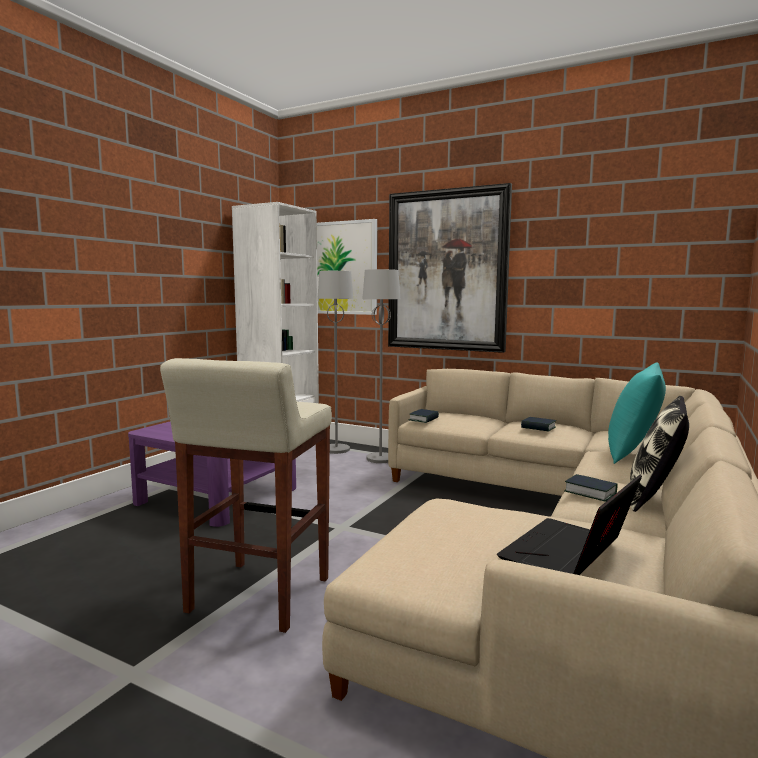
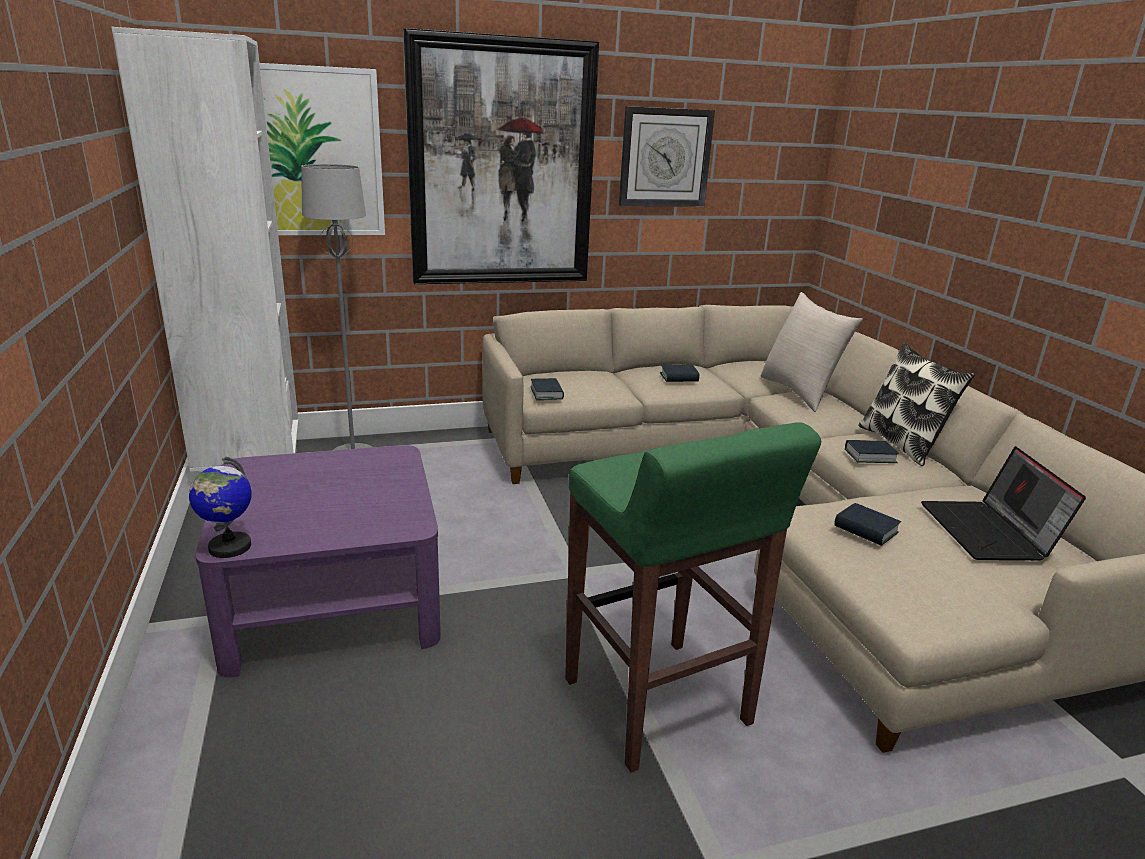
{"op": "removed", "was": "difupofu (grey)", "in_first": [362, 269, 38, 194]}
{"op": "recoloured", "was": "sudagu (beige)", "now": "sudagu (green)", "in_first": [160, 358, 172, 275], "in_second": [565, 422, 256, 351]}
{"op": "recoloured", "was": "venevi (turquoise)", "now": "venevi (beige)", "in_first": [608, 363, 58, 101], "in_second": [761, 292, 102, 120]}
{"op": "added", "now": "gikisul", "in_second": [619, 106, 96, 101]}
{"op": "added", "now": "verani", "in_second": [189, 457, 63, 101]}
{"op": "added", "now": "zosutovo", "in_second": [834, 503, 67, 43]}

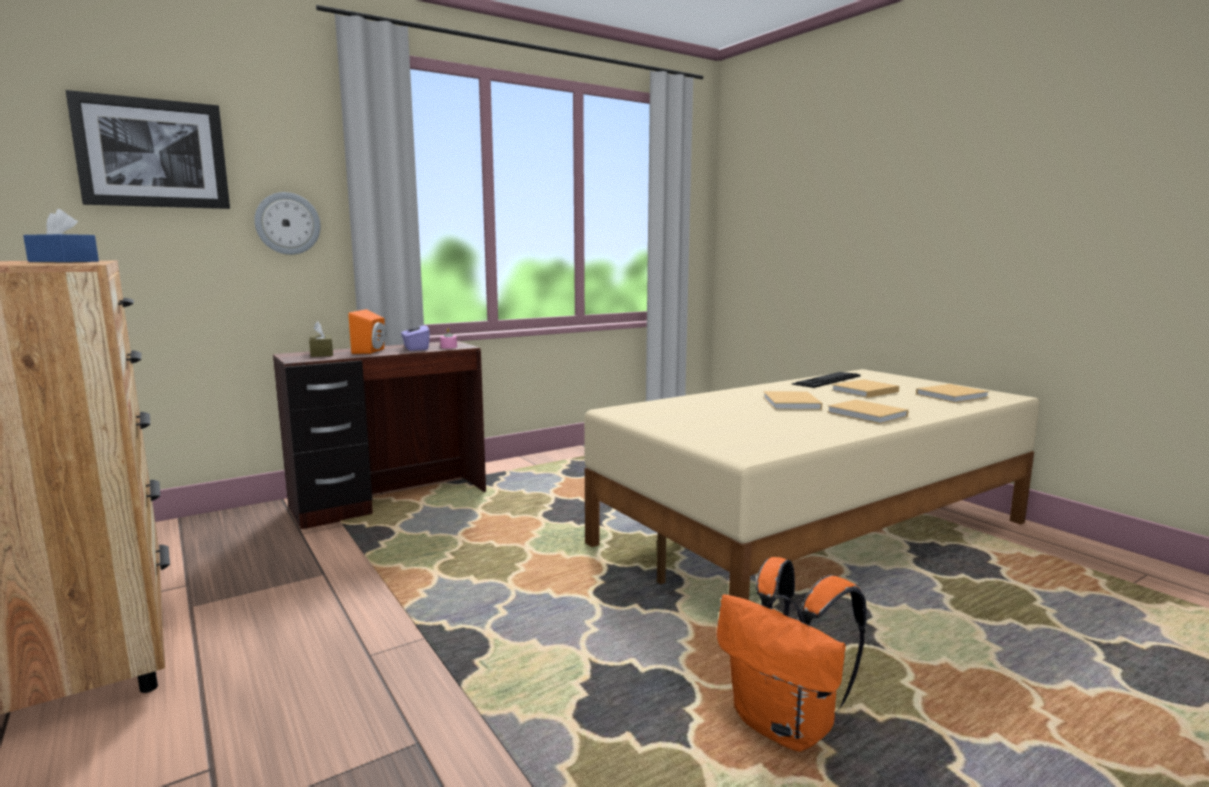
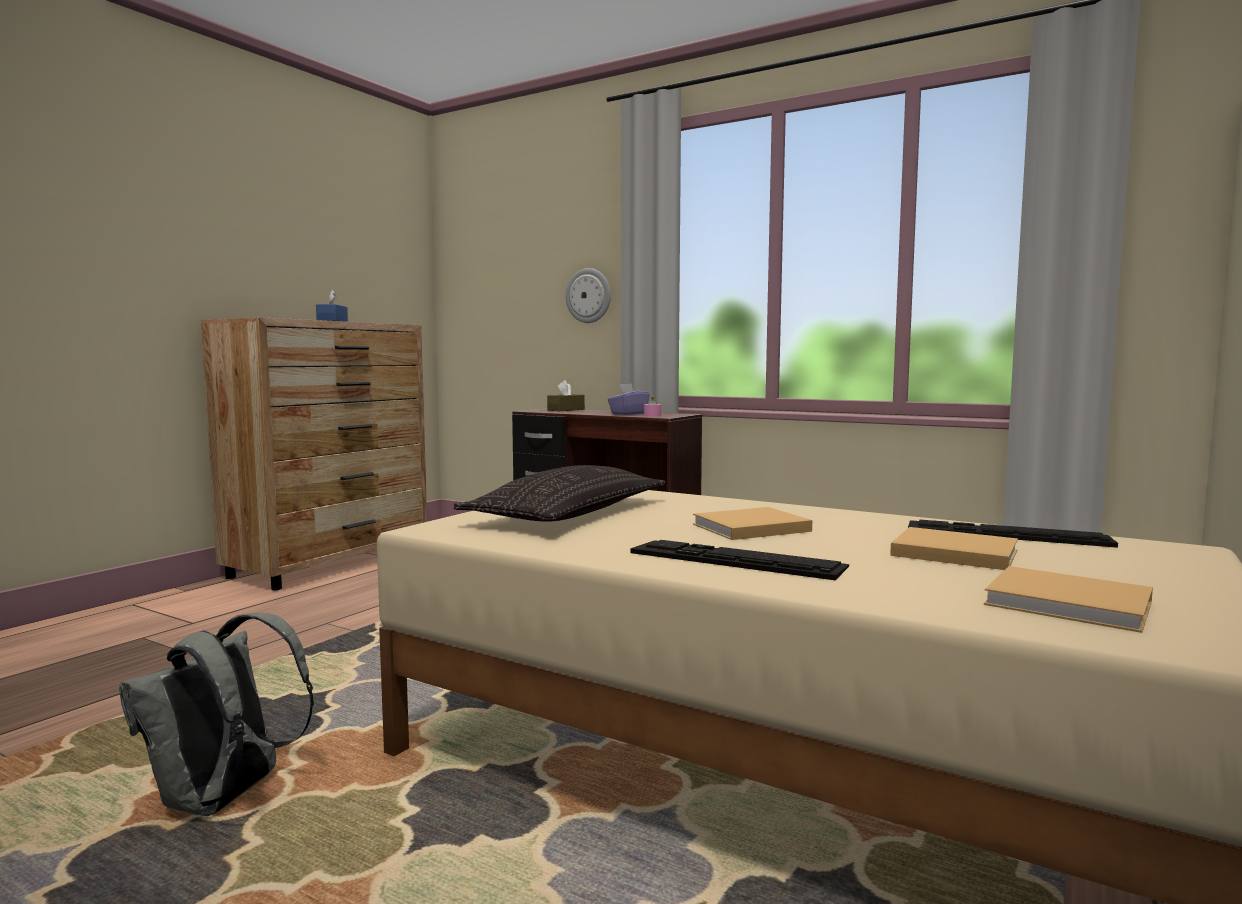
{"op": "removed", "was": "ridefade", "in_first": [65, 90, 165, 119]}
{"op": "removed", "was": "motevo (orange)", "in_first": [348, 309, 37, 45]}
{"op": "replaced", "was": "zosutovo (beige)", "now": "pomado", "in_first": [827, 400, 82, 24], "in_second": [630, 540, 219, 40]}
{"op": "recoloured", "was": "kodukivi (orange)", "now": "kodukivi (grey)", "in_first": [717, 557, 150, 195], "in_second": [119, 613, 195, 203]}
{"op": "added", "now": "venevi", "in_second": [454, 465, 212, 57]}

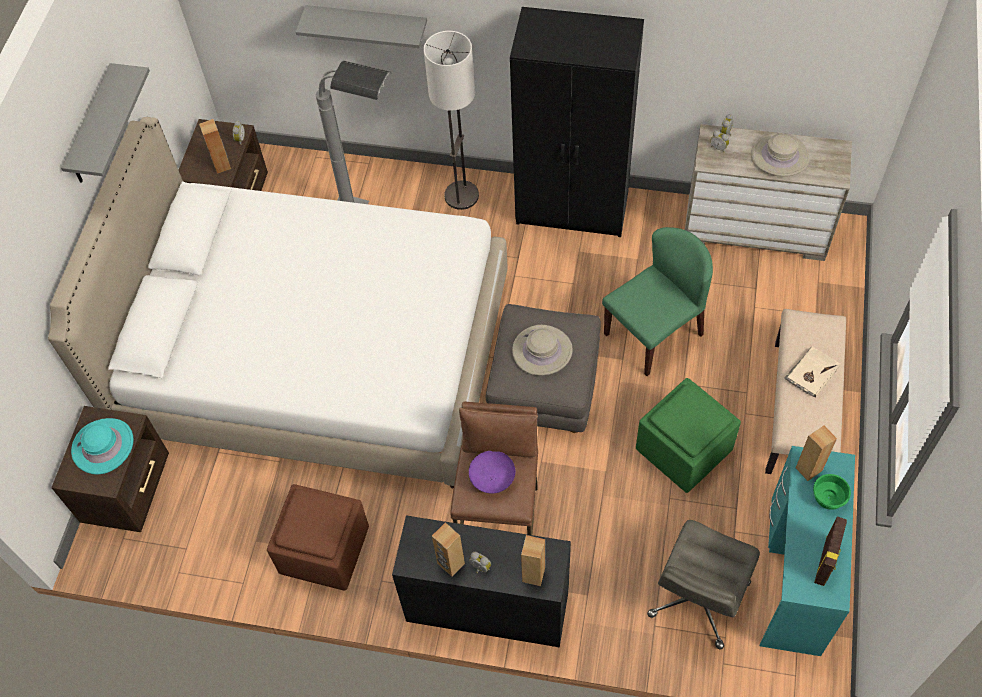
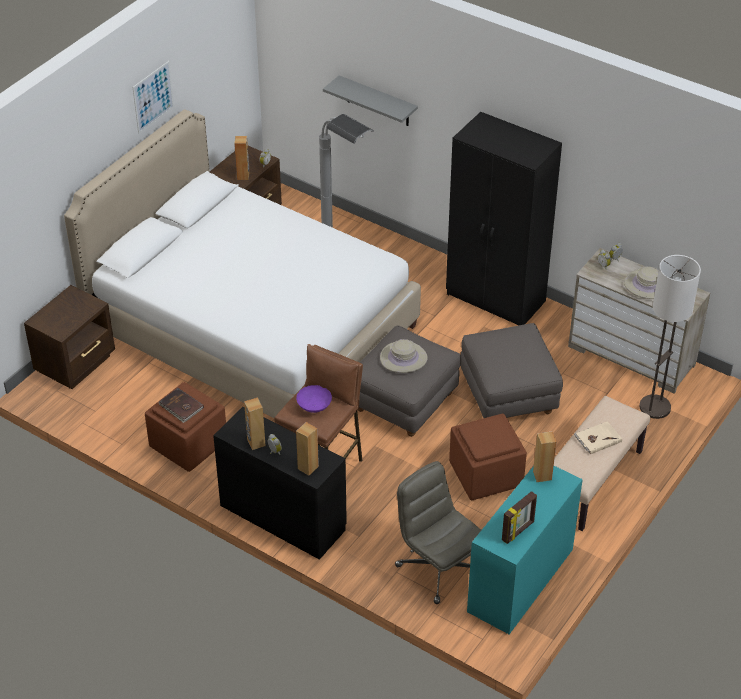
{"op": "moved", "was": "difupofu", "in_first": [424, 31, 55, 179], "in_second": [639, 255, 62, 164]}
{"op": "replaced", "was": "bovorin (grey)", "now": "ridefade", "in_first": [61, 63, 89, 120], "in_second": [133, 61, 41, 72]}
{"op": "replaced", "was": "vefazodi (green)", "now": "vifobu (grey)", "in_first": [602, 227, 111, 149], "in_second": [461, 323, 102, 95]}
{"op": "recoloured", "was": "vifobu (green)", "now": "vifobu (brown)", "in_first": [636, 378, 105, 115], "in_second": [449, 414, 78, 86]}
{"op": "removed", "was": "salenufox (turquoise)", "in_first": [71, 418, 63, 56]}
{"op": "removed", "was": "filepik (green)", "in_first": [813, 474, 38, 36]}
{"op": "turned", "was": "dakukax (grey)", "in_first": [647, 520, 113, 130], "in_second": [395, 461, 86, 143], "clockwise": 90}
{"op": "added", "now": "zosutovo (brown)", "in_second": [159, 388, 45, 35]}

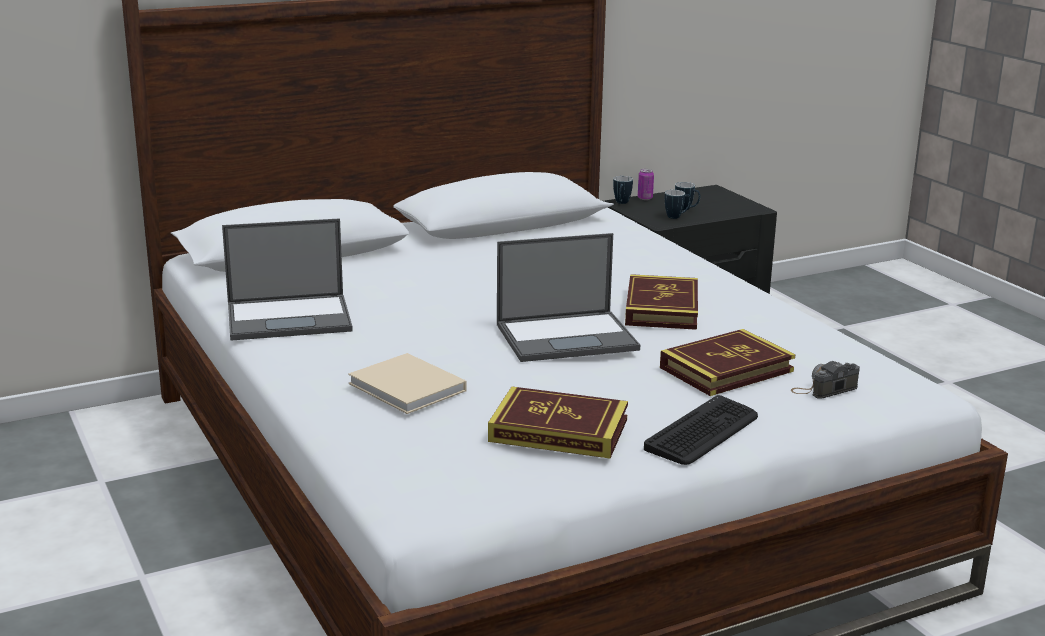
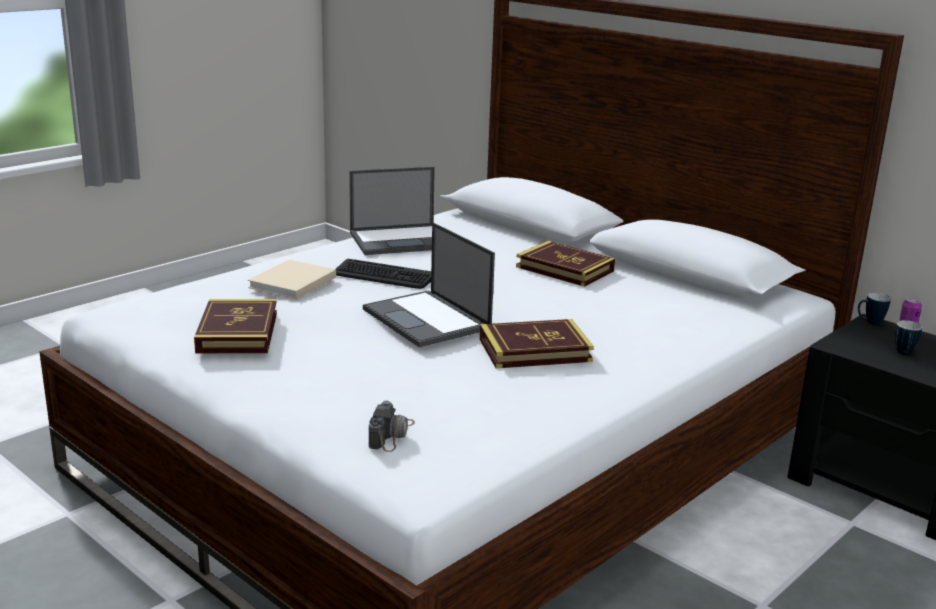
{"op": "removed", "was": "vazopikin", "in_first": [665, 190, 26, 29]}
{"op": "turned", "was": "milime", "in_first": [222, 218, 131, 123], "in_second": [349, 167, 86, 88], "clockwise": -75}
{"op": "moved", "was": "zosutovo", "in_first": [660, 329, 135, 67], "in_second": [516, 241, 99, 46]}
{"op": "turned", "was": "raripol", "in_first": [791, 361, 69, 38], "in_second": [368, 401, 47, 51], "clockwise": 60}
{"op": "moved", "was": "pomado", "in_first": [644, 395, 114, 70], "in_second": [336, 259, 95, 30]}

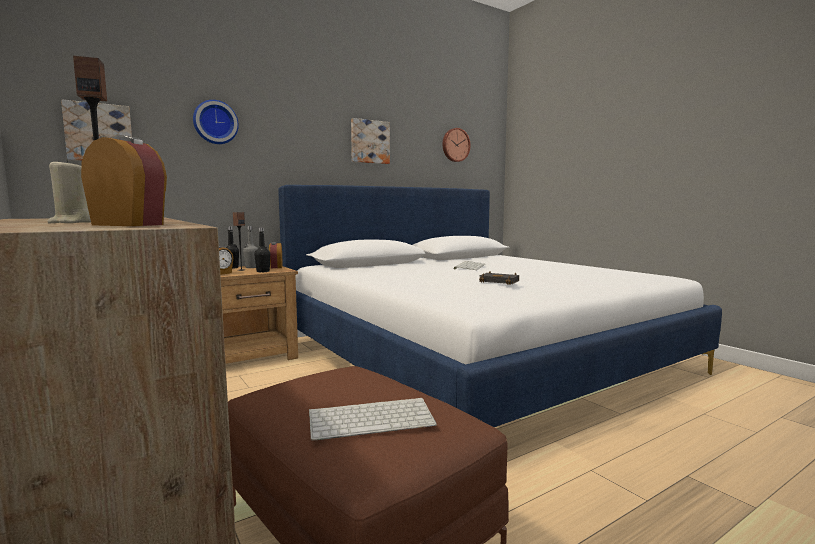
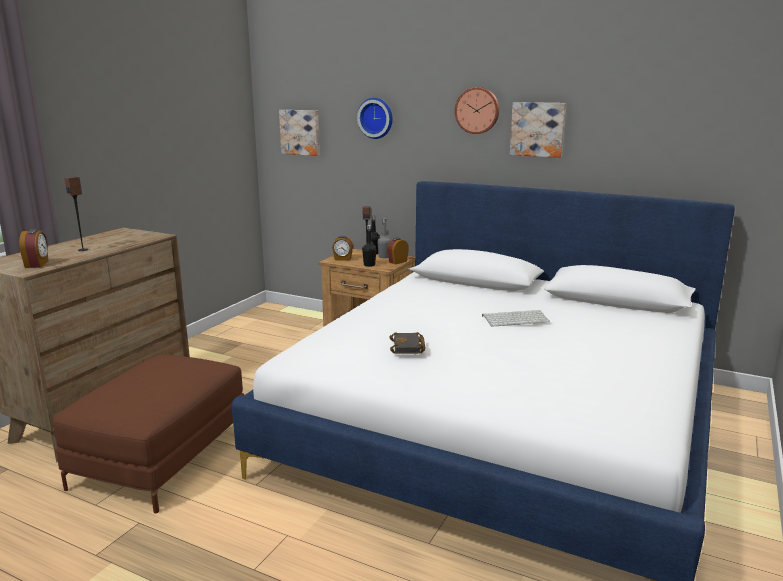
{"op": "moved", "was": "gikisul", "in_first": [442, 128, 29, 34], "in_second": [455, 87, 44, 47]}
{"op": "removed", "was": "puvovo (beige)", "in_first": [47, 158, 44, 66]}
{"op": "removed", "was": "pomado", "in_first": [309, 398, 128, 43]}

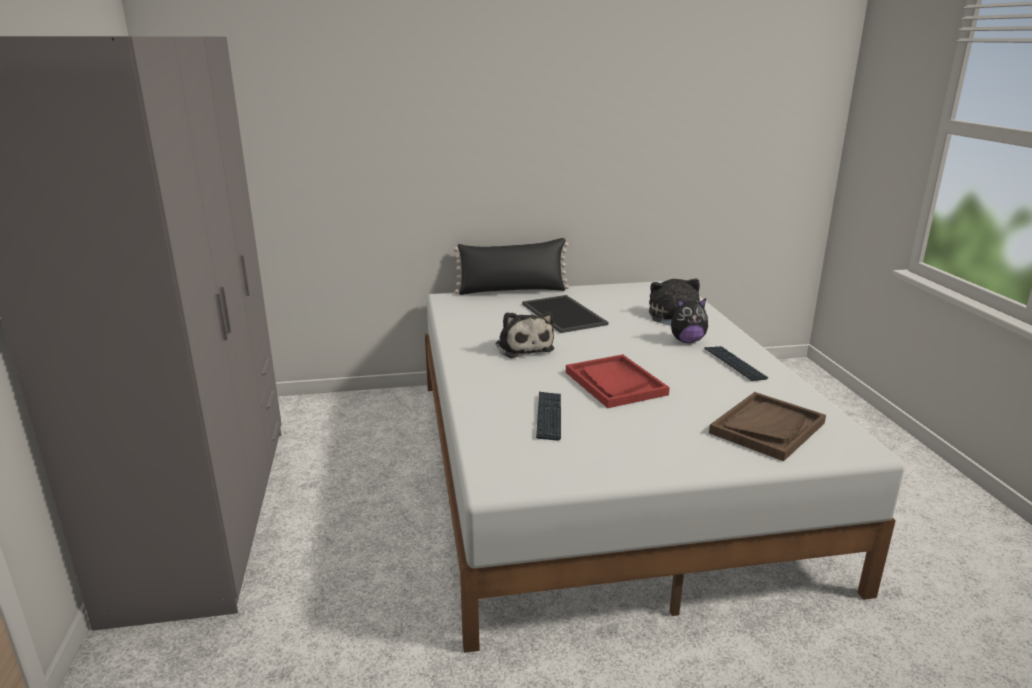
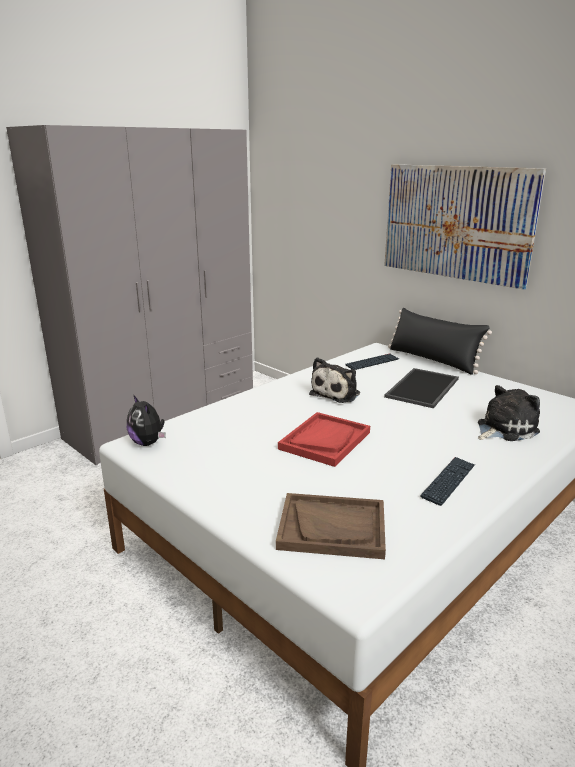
{"op": "moved", "was": "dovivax", "in_first": [671, 298, 37, 45], "in_second": [127, 396, 39, 50]}
{"op": "moved", "was": "pomado", "in_first": [536, 392, 25, 49], "in_second": [345, 354, 54, 16]}
{"op": "added", "now": "ridefade", "in_second": [384, 164, 162, 126]}

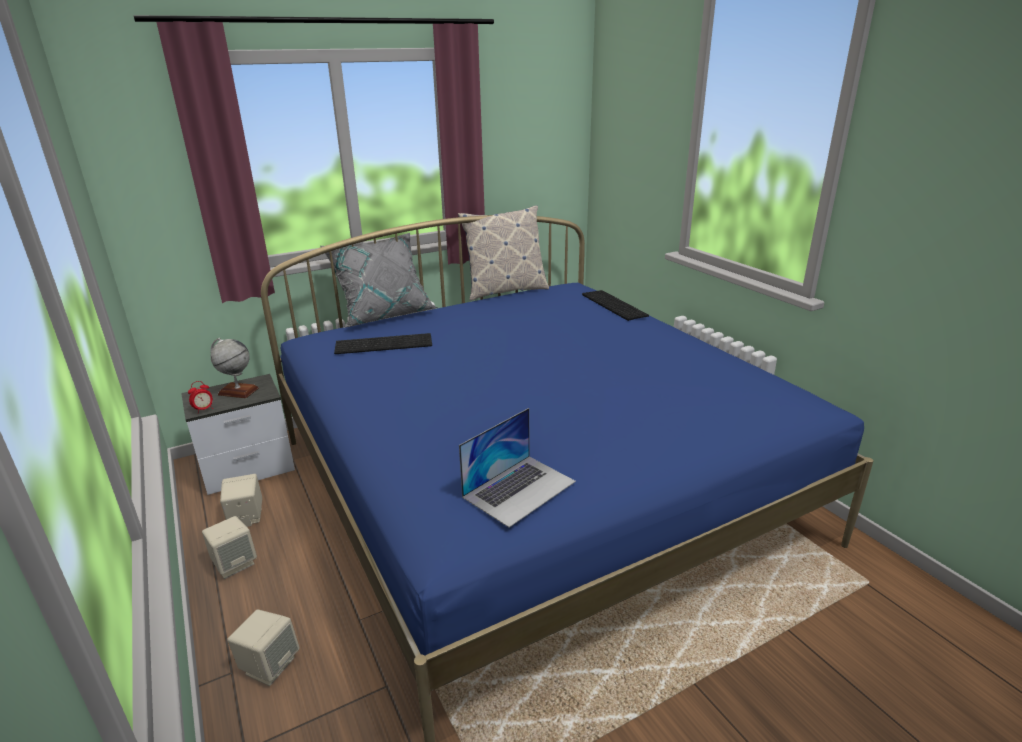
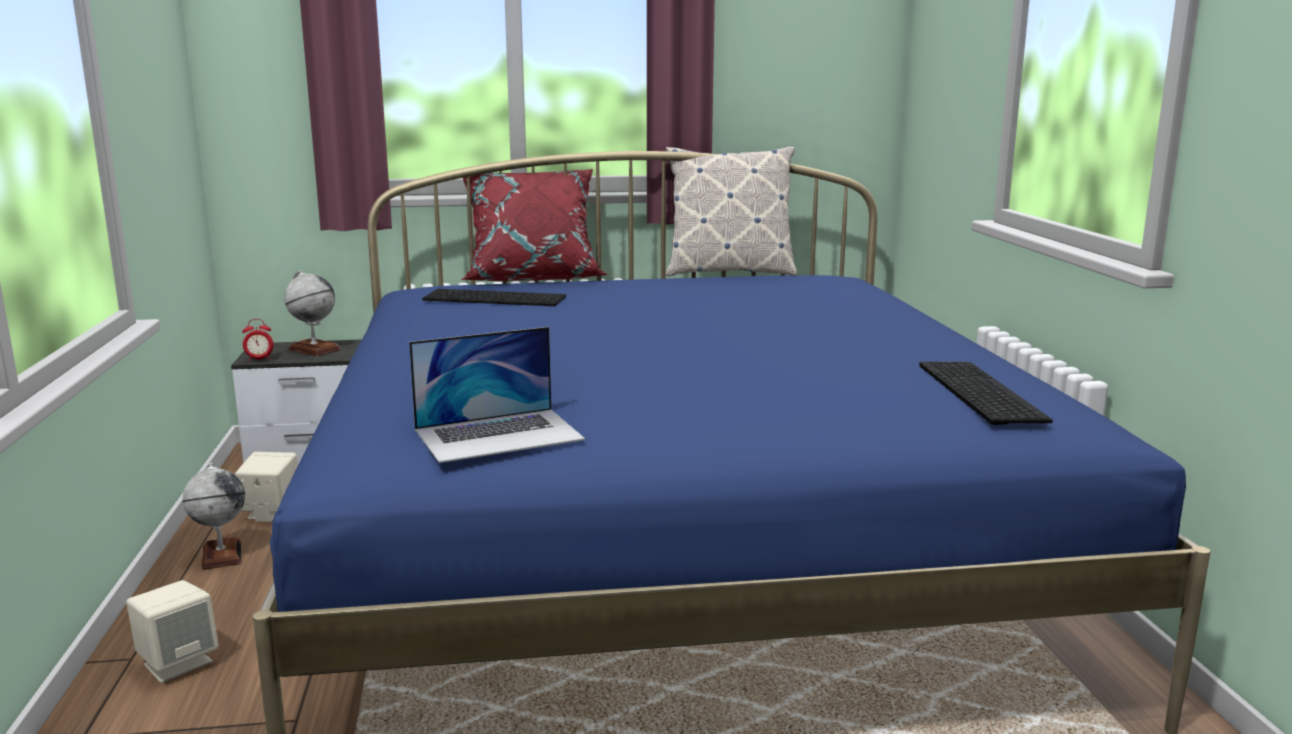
{"op": "recoloured", "was": "venevi (grey)", "now": "venevi (red)", "in_first": [320, 233, 118, 95], "in_second": [461, 169, 147, 112]}
{"op": "moved", "was": "pomado", "in_first": [582, 290, 67, 31], "in_second": [919, 362, 134, 63]}
{"op": "replaced", "was": "motevo (beige)", "now": "verani", "in_first": [202, 516, 55, 63], "in_second": [183, 463, 62, 107]}

